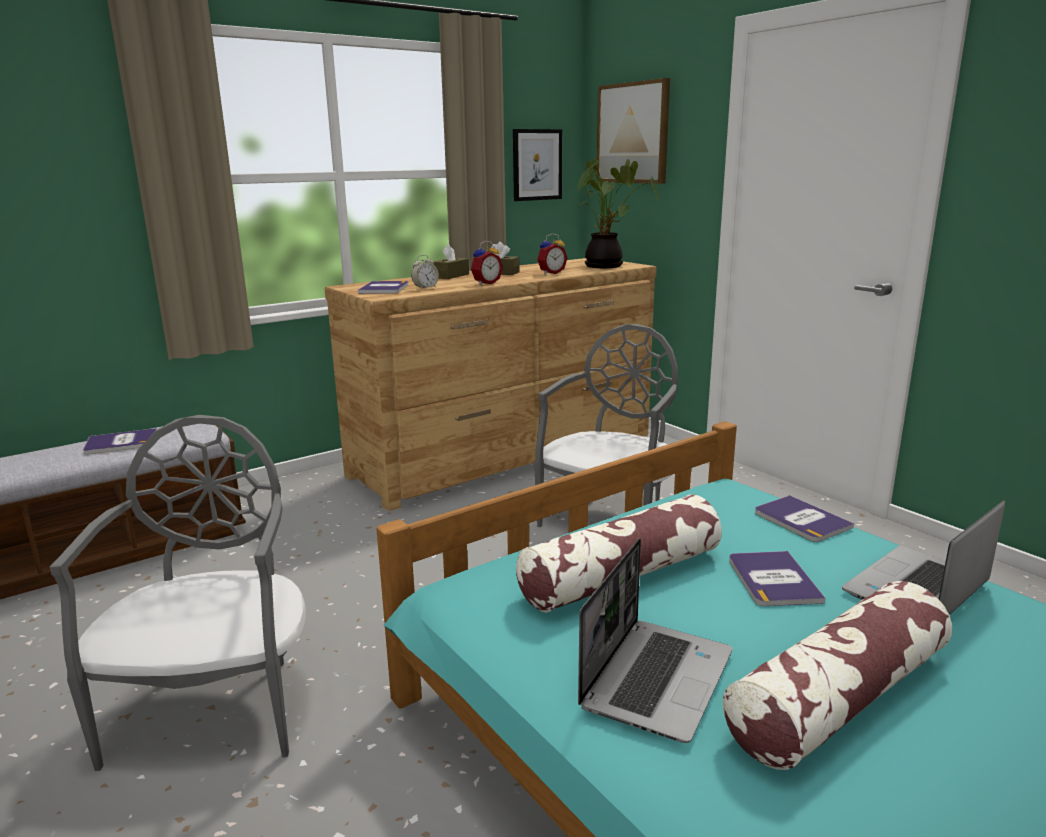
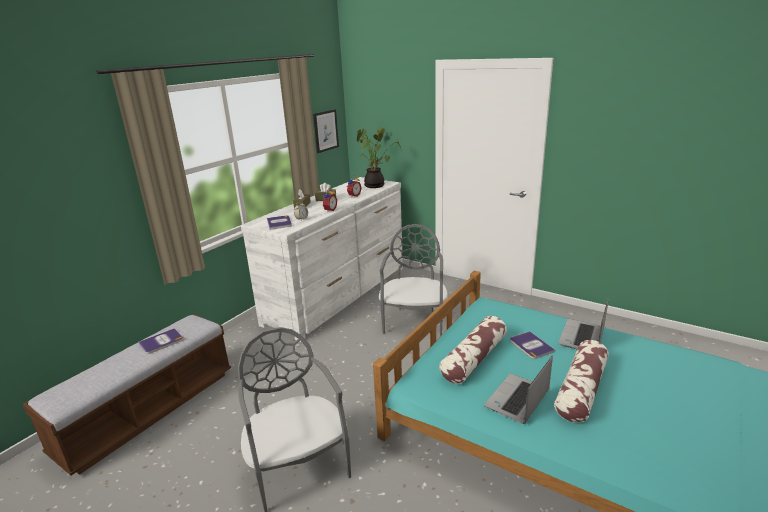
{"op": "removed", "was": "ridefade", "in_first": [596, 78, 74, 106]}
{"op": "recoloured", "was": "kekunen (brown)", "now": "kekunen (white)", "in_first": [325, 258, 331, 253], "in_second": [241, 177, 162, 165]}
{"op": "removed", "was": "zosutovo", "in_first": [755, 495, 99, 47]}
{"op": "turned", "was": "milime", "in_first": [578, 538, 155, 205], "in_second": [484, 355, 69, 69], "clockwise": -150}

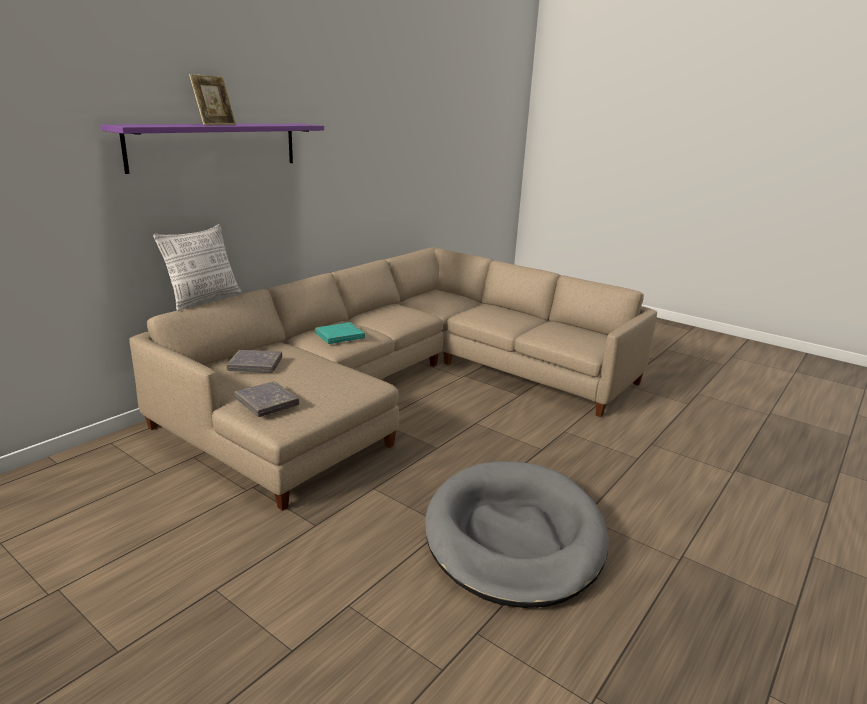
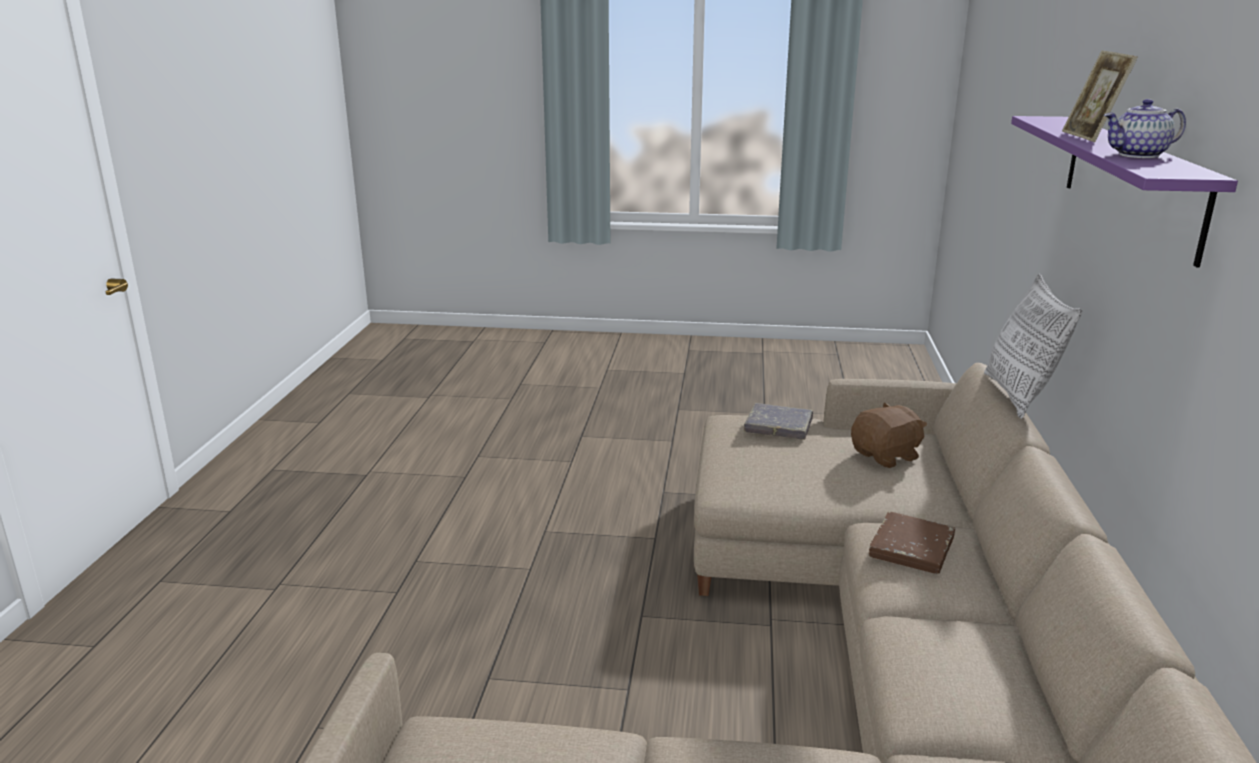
{"op": "recoloured", "was": "zosutovo (turquoise)", "now": "zosutovo (brown)", "in_first": [315, 322, 50, 22], "in_second": [869, 511, 86, 63]}
{"op": "replaced", "was": "zosutovo (grey)", "now": "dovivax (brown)", "in_first": [227, 350, 55, 23], "in_second": [851, 402, 76, 66]}
{"op": "removed", "was": "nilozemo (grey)", "in_first": [425, 461, 184, 147]}
{"op": "added", "now": "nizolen", "in_second": [1104, 99, 82, 59]}

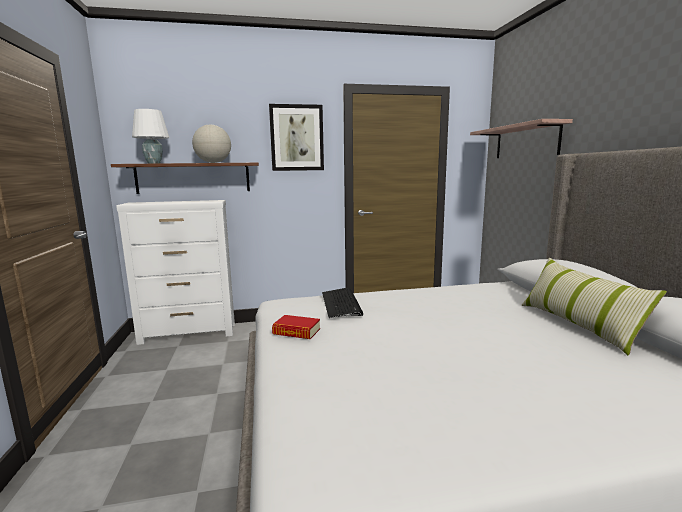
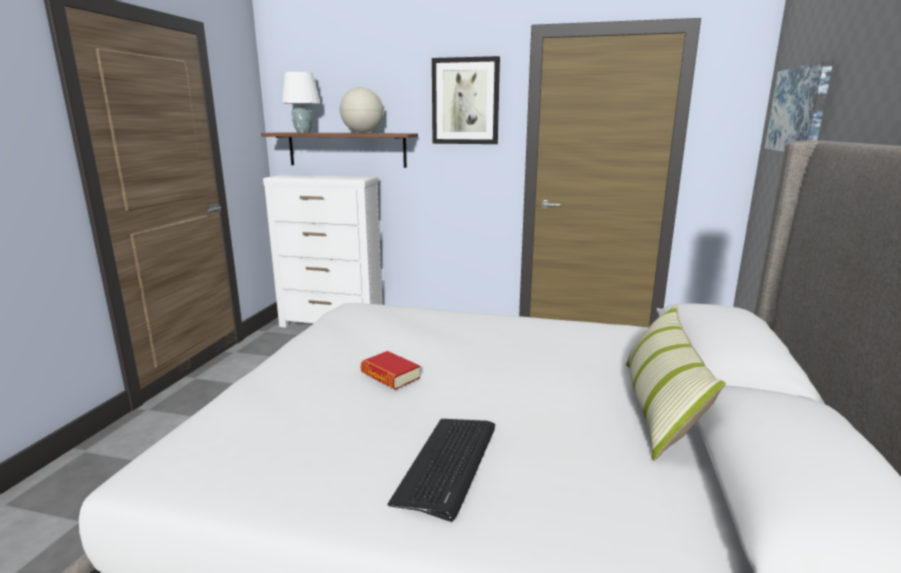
{"op": "replaced", "was": "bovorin", "now": "ridefade", "in_first": [470, 119, 103, 39], "in_second": [765, 60, 69, 92]}
{"op": "moved", "was": "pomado", "in_first": [322, 288, 41, 30], "in_second": [388, 419, 107, 103]}
{"op": "moved", "was": "zosutovo", "in_first": [272, 315, 48, 24], "in_second": [361, 351, 59, 39]}

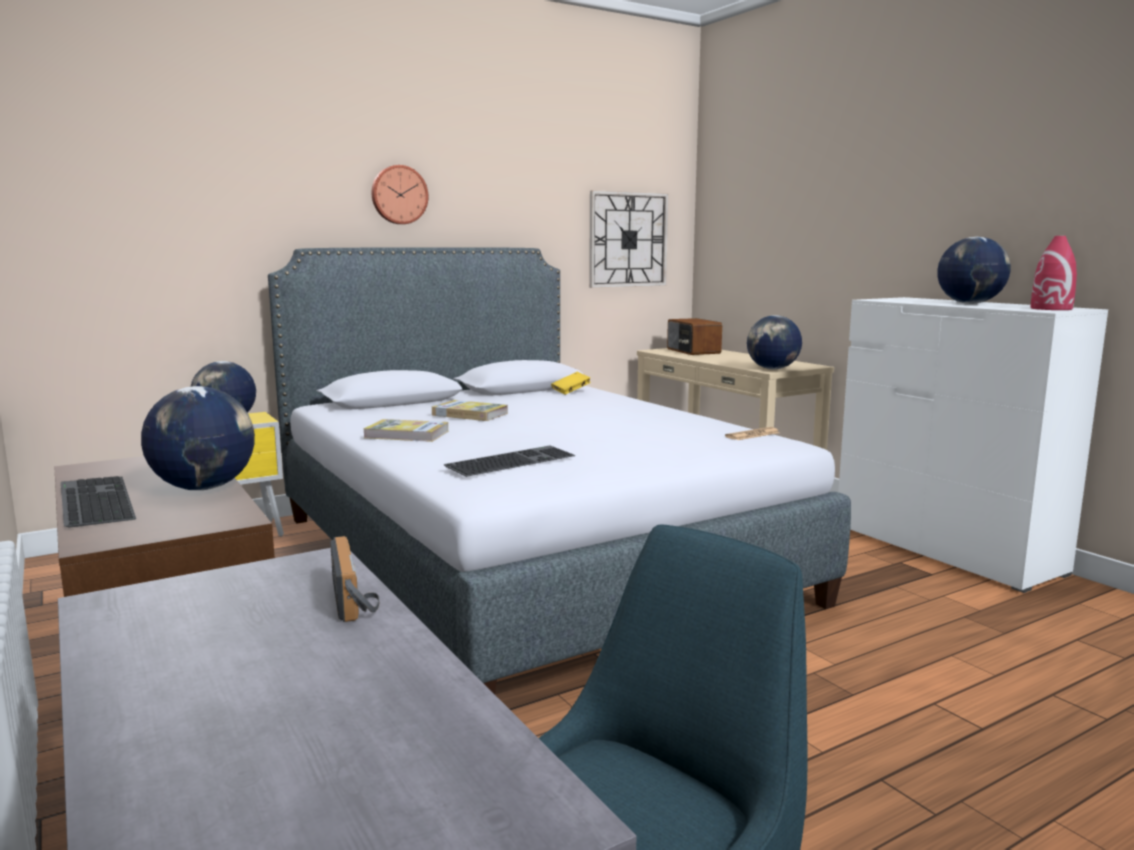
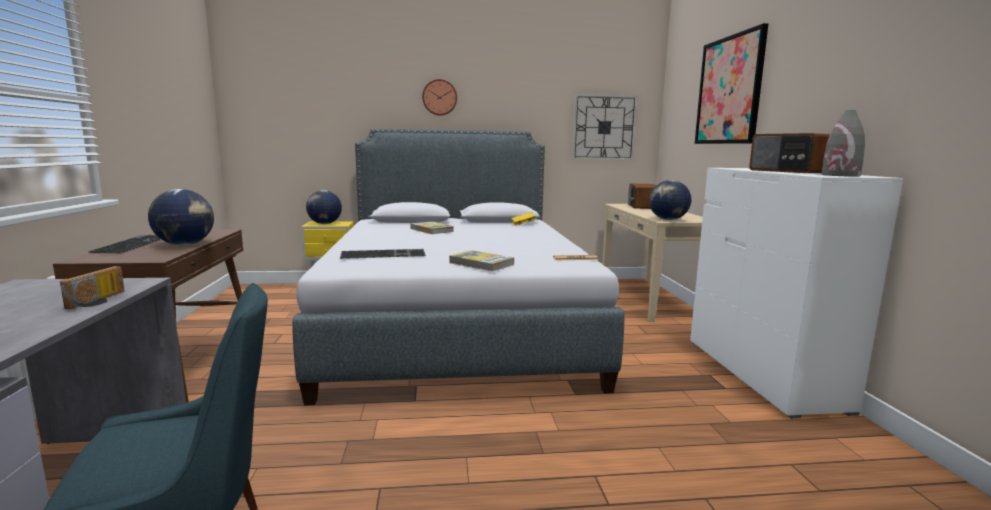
{"op": "recoloured", "was": "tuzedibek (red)", "now": "tuzedibek (grey)", "in_first": [1030, 236, 47, 74], "in_second": [822, 110, 43, 67]}
{"op": "replaced", "was": "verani", "now": "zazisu", "in_first": [937, 237, 74, 67], "in_second": [749, 133, 81, 40]}
{"op": "moved", "was": "zosutovo", "in_first": [363, 419, 85, 23], "in_second": [449, 250, 65, 22]}
{"op": "added", "now": "ridefade", "in_second": [694, 23, 74, 121]}

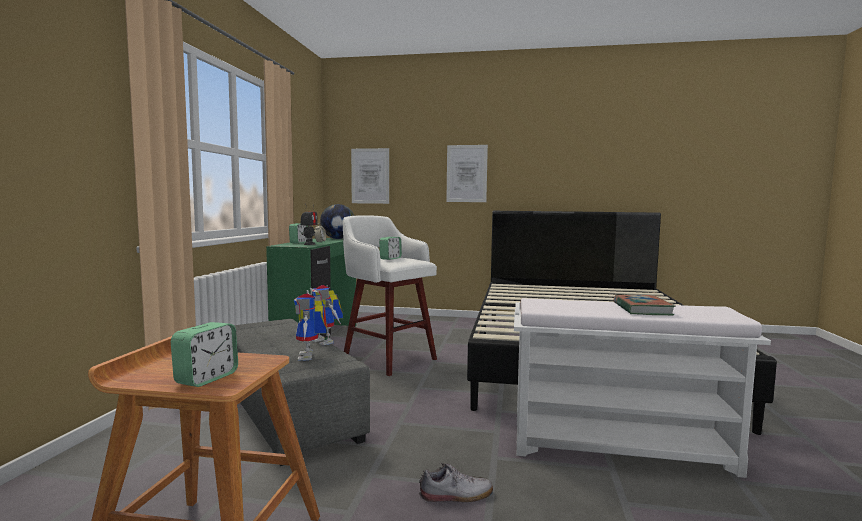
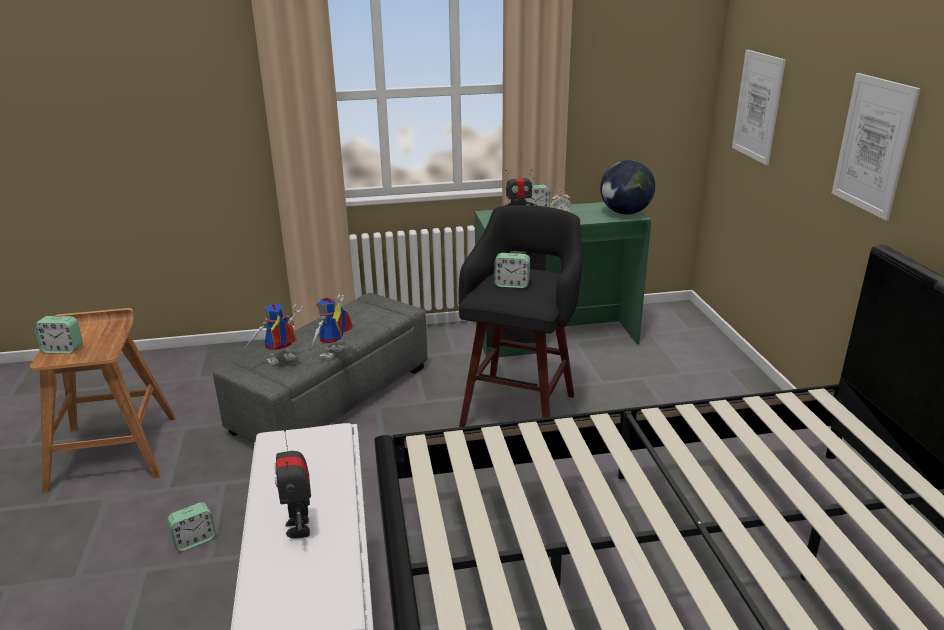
{"op": "recoloured", "was": "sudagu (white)", "now": "sudagu (black)", "in_first": [343, 215, 94, 161], "in_second": [459, 205, 124, 222]}
{"op": "replaced", "was": "zosutovo", "now": "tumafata", "in_first": [614, 294, 62, 21], "in_second": [275, 429, 36, 109]}
{"op": "replaced", "was": "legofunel", "now": "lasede", "in_first": [419, 463, 74, 39], "in_second": [167, 502, 49, 49]}

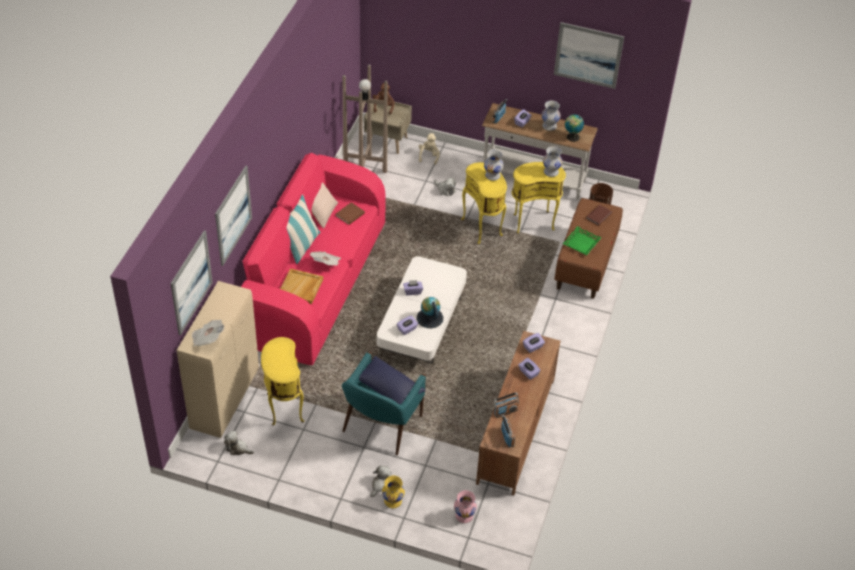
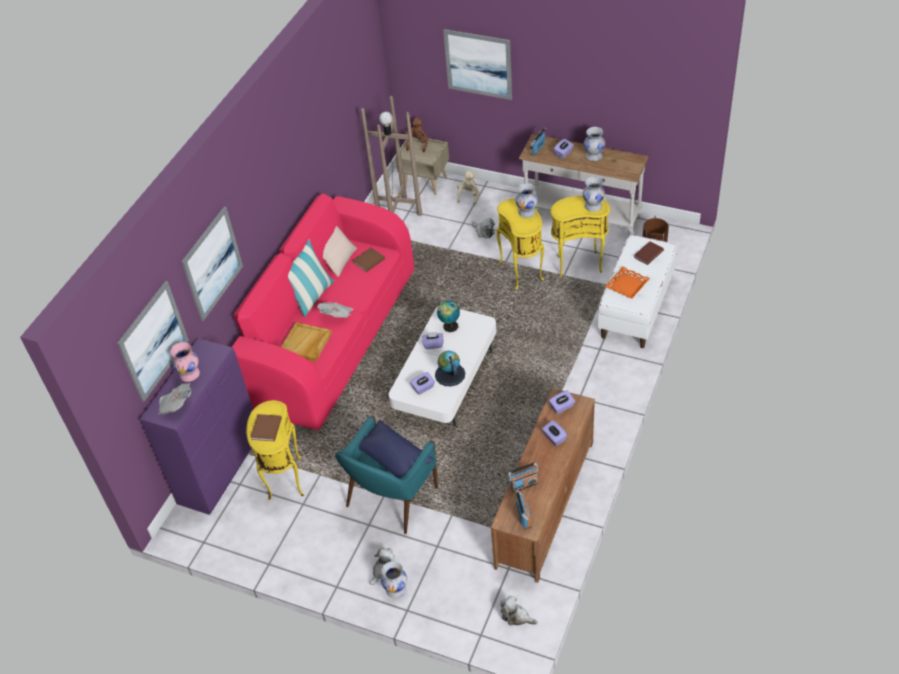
{"op": "moved", "was": "ridefade", "in_first": [554, 22, 70, 67], "in_second": [443, 29, 69, 71]}
{"op": "moved", "was": "verani", "in_first": [565, 114, 19, 28], "in_second": [437, 301, 23, 31]}
{"op": "recoloured", "was": "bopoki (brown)", "now": "bopoki (white)", "in_first": [554, 198, 69, 101], "in_second": [598, 235, 79, 113]}
{"op": "recoloured", "was": "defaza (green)", "now": "defaza (orange)", "in_first": [563, 226, 39, 29], "in_second": [605, 266, 45, 33]}
{"op": "recoloured", "was": "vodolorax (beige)", "now": "vodolorax (purple)", "in_first": [176, 281, 83, 157], "in_second": [140, 338, 113, 177]}
{"op": "moved", "was": "dovivax", "in_first": [224, 431, 30, 24], "in_second": [501, 596, 36, 30]}
{"op": "recoloured", "was": "tuzedibek (yellow)", "now": "tuzedibek (white)", "in_first": [382, 476, 23, 32], "in_second": [381, 561, 26, 38]}
{"op": "moved", "was": "tuzedibek (pink)", "in_first": [454, 490, 23, 33], "in_second": [170, 342, 30, 40]}
{"op": "added", "now": "zosutovo (brown)", "in_second": [250, 414, 32, 27]}

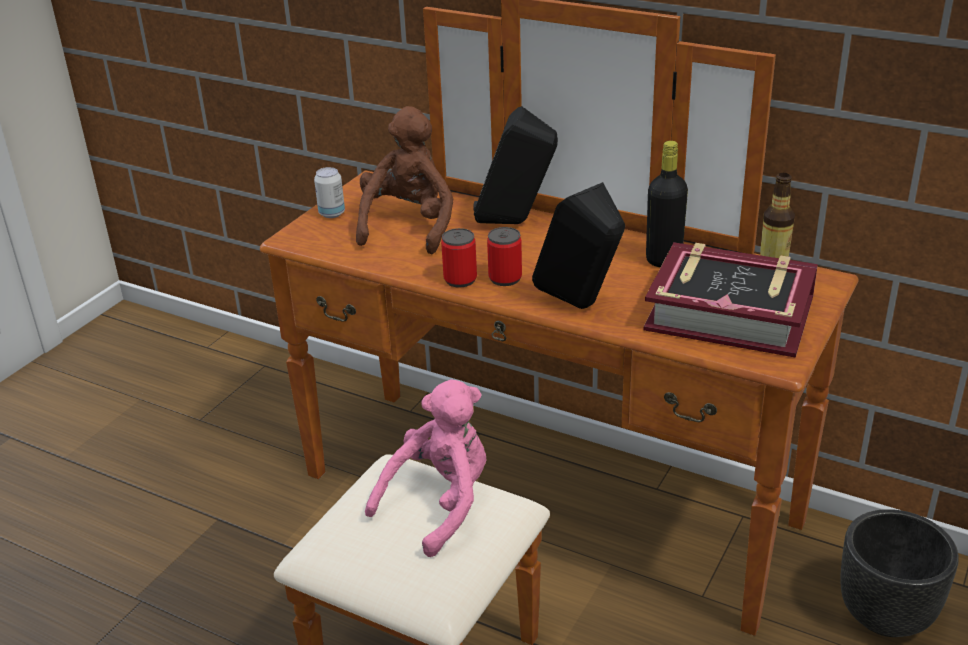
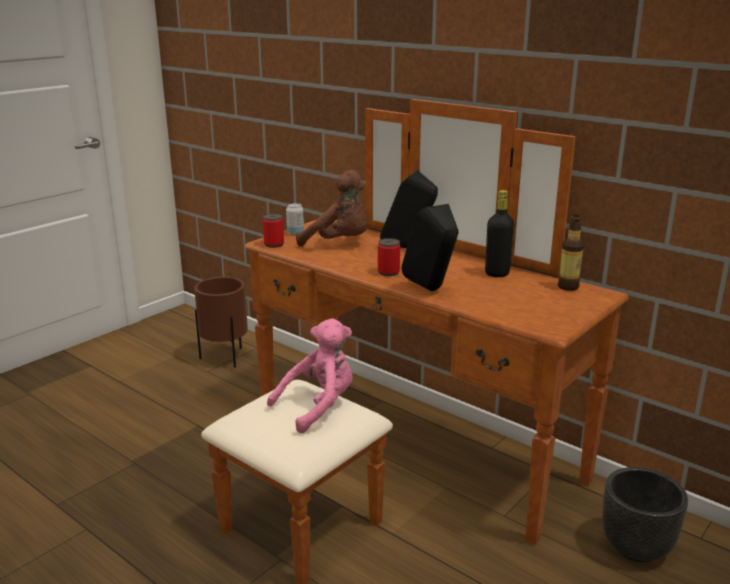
{"op": "turned", "was": "dovivax (brown)", "in_first": [356, 106, 97, 148], "in_second": [296, 170, 72, 76], "clockwise": 90}
{"op": "moved", "was": "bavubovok", "in_first": [441, 228, 36, 60], "in_second": [263, 213, 21, 35]}
{"op": "removed", "was": "zosutovo", "in_first": [644, 242, 174, 116]}
{"op": "added", "now": "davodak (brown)", "in_second": [194, 277, 54, 91]}

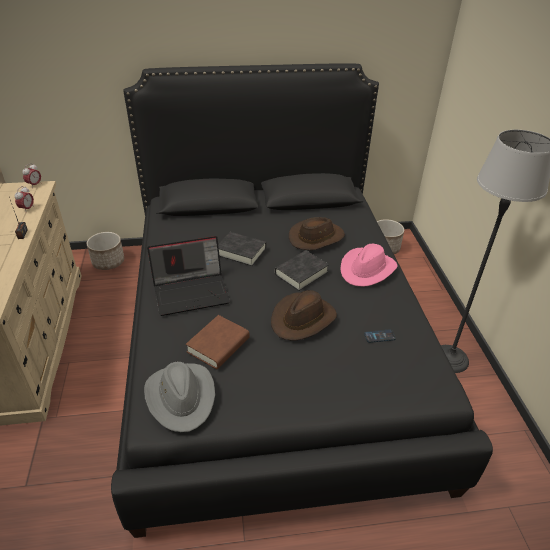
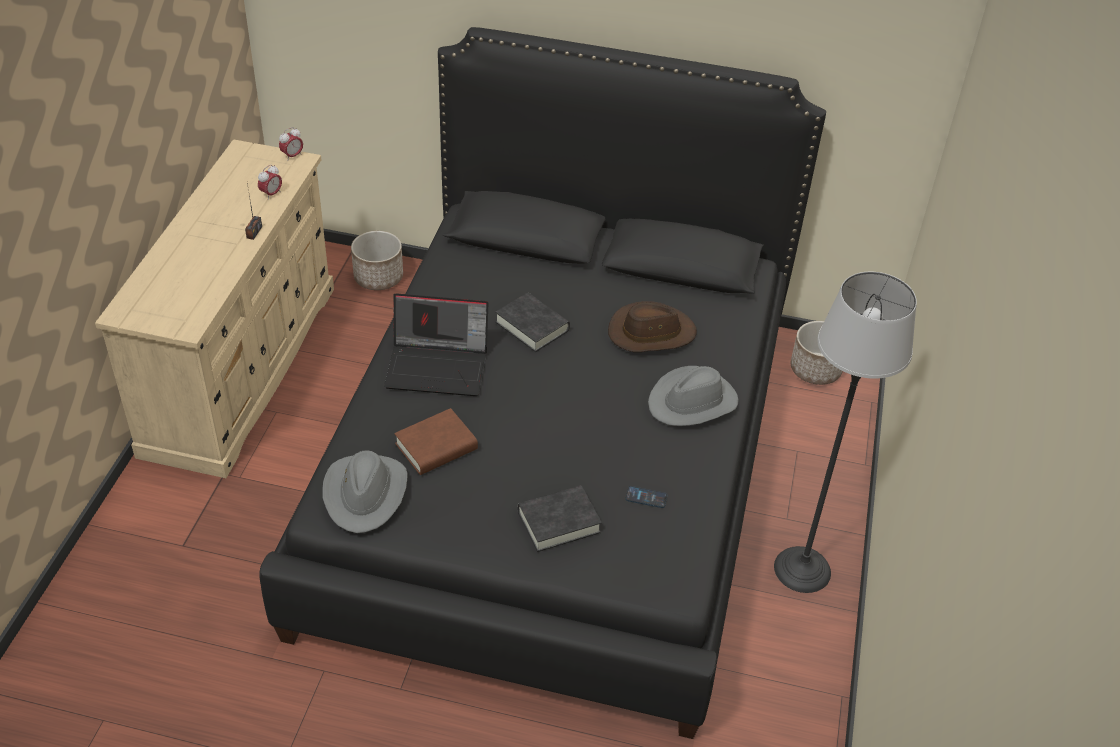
{"op": "recoloured", "was": "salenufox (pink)", "now": "salenufox (grey)", "in_first": [340, 244, 58, 43], "in_second": [648, 366, 91, 60]}
{"op": "moved", "was": "zosutovo (black)", "in_first": [275, 250, 54, 41], "in_second": [518, 485, 84, 67]}
{"op": "removed", "was": "salenufox (brown)", "in_first": [271, 290, 66, 51]}

